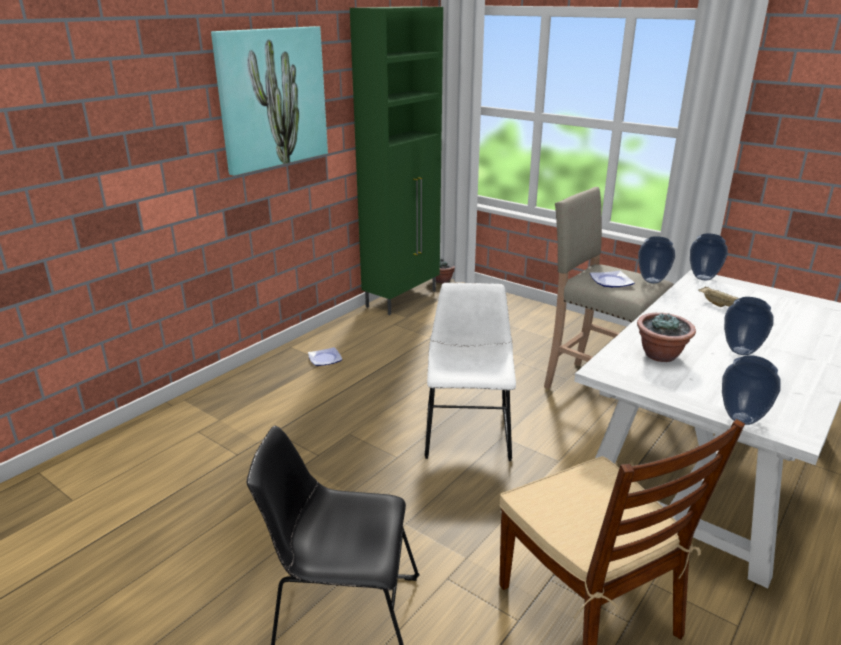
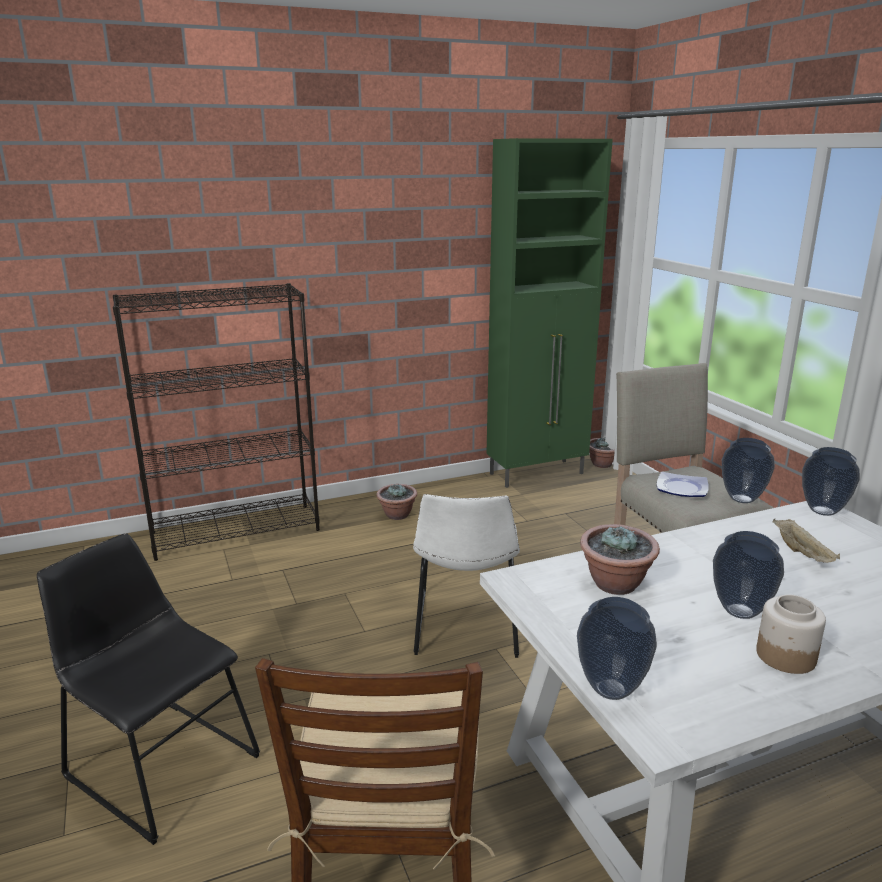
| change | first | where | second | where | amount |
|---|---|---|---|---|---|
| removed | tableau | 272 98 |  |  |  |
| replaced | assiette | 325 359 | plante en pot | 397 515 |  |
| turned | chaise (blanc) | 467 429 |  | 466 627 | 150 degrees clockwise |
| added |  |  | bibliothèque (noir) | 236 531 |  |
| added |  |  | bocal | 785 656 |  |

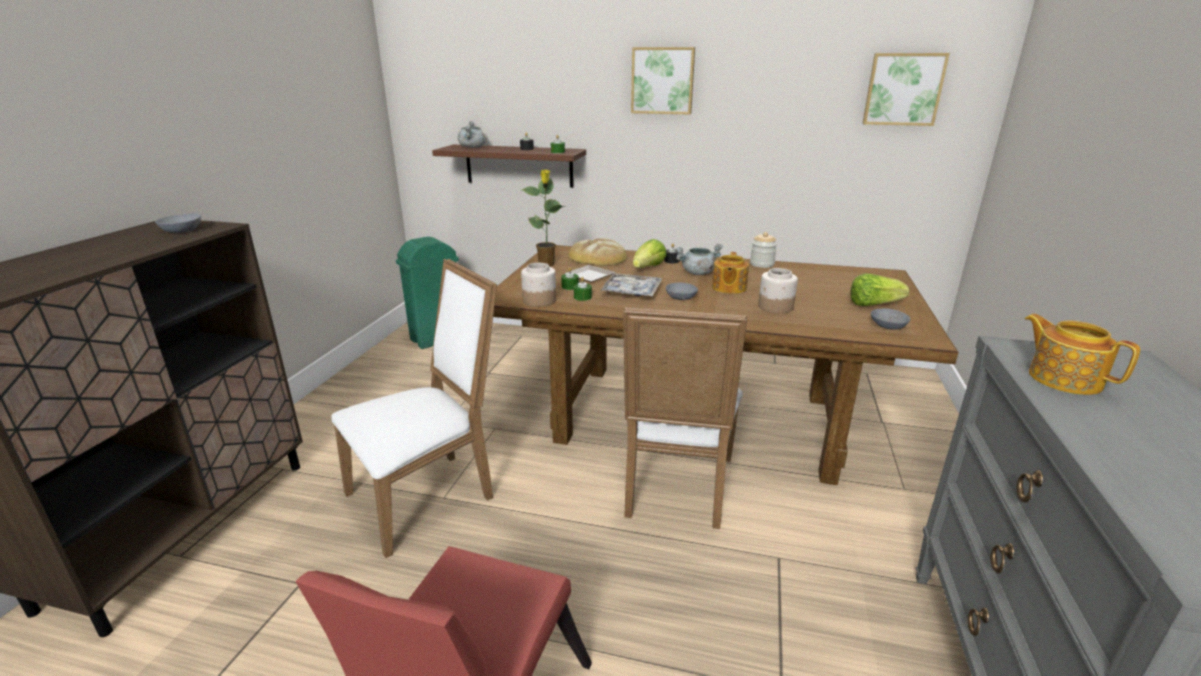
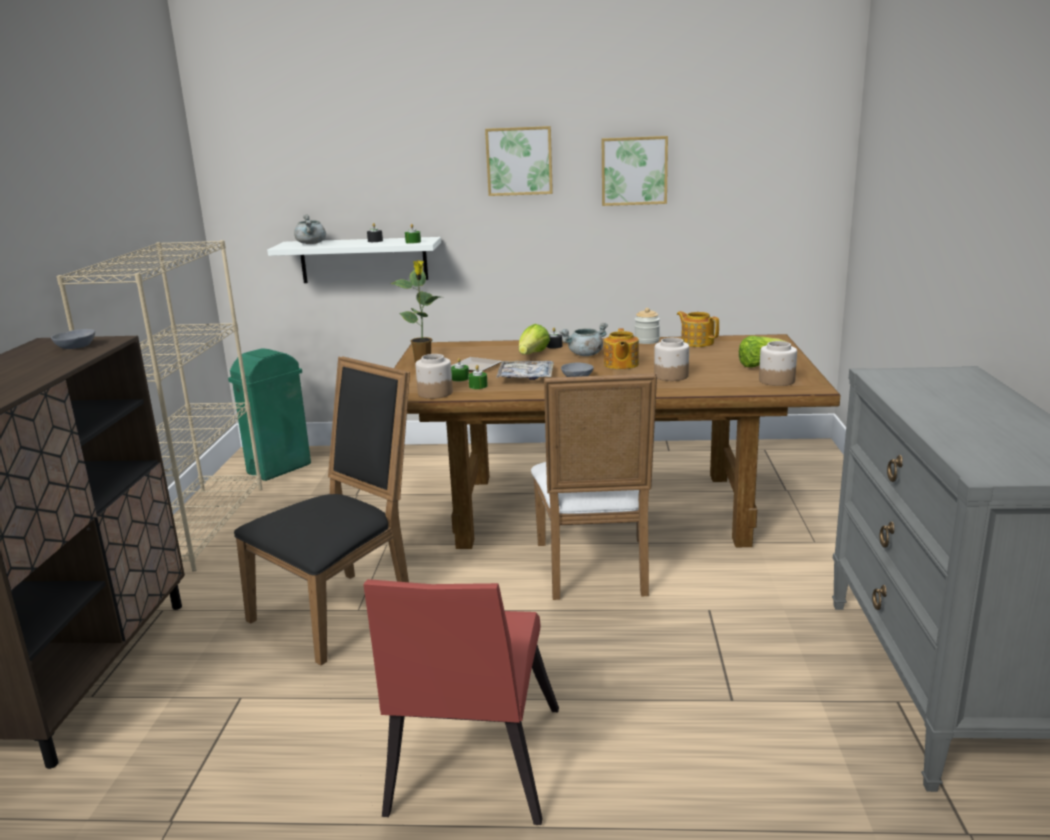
| change | first | where | second | where | amount |
|---|---|---|---|---|---|
| recoloured | chaise (blanc) | 428 495 | chaise (noir) | 341 609 |  |
| recoloured | étagère (marron) | 519 166 | étagère (blanc) | 363 260 |  |
| removed | pain | 598 257 |  |  |  |
| moved | tableau | 903 89 |  | 634 170 |  |
| replaced | bol (gris) | 887 326 | bocal | 776 381 |  |
| moved | théière | 1063 378 |  | 697 342 |  |
| added |  |  | bibliothèque (beige) | 198 526 |  |

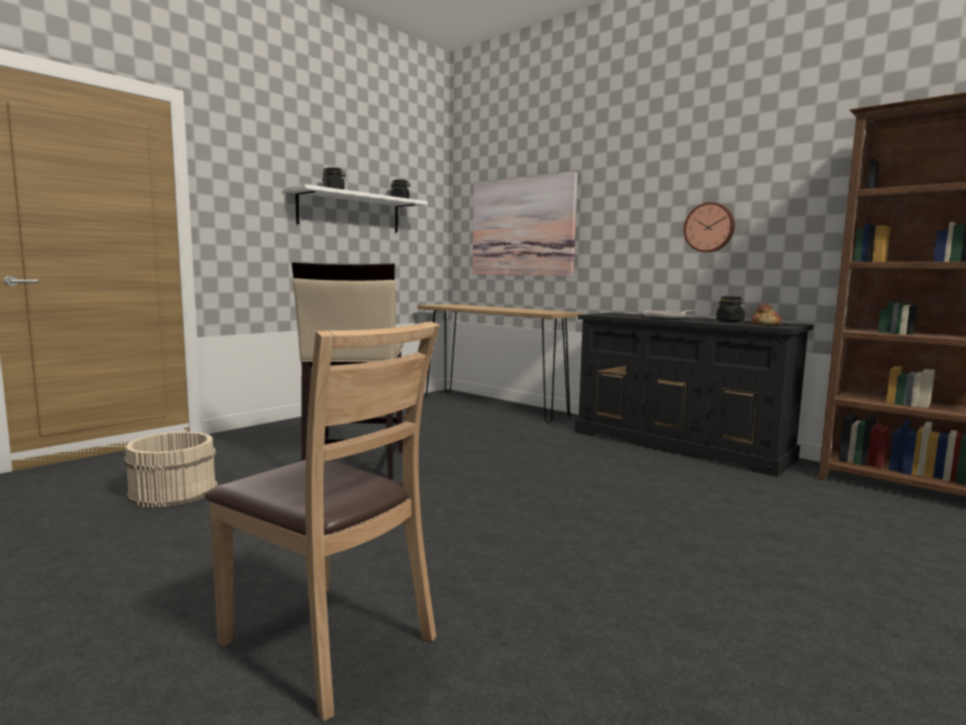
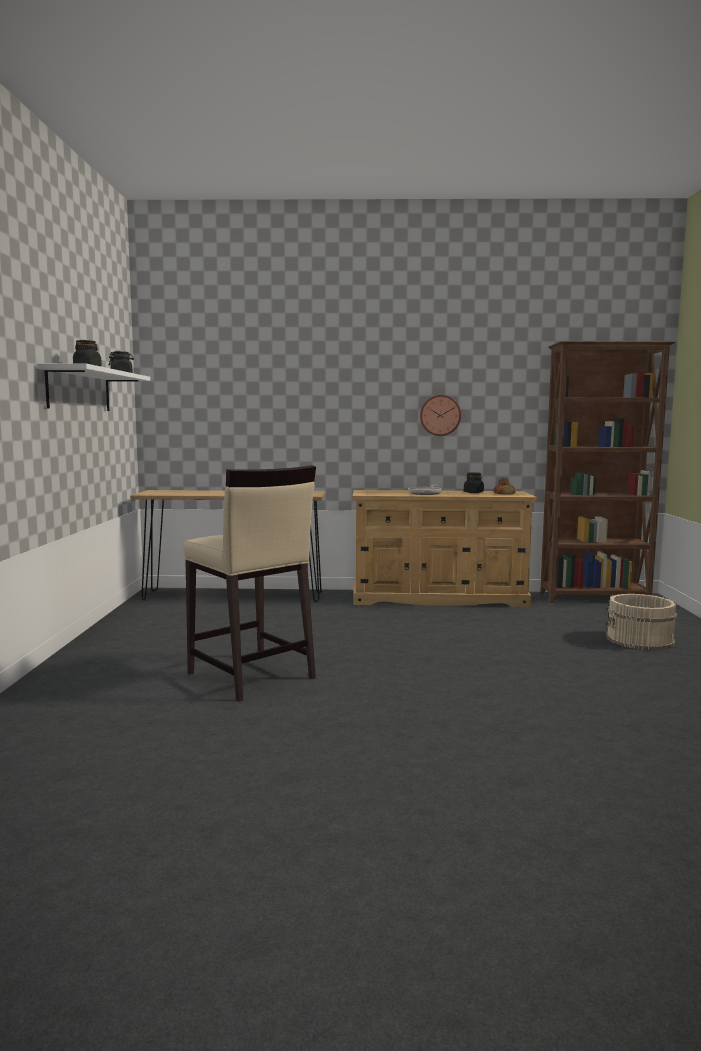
| change | first | where | second | where | amount |
|---|---|---|---|---|---|
| moved | seau (beige) | 172 491 |  | 639 640 |  |
| removed | chaise (marron) | 328 643 |  |  |  |
| removed | tableau | 522 227 |  |  |  |
| recoloured | commode (noir) | 680 445 | commode (beige) | 439 598 |  |

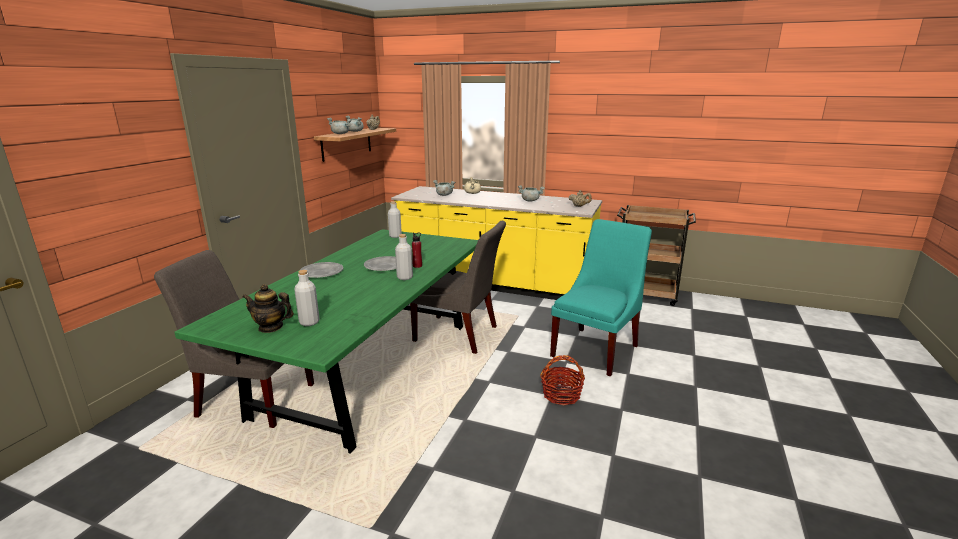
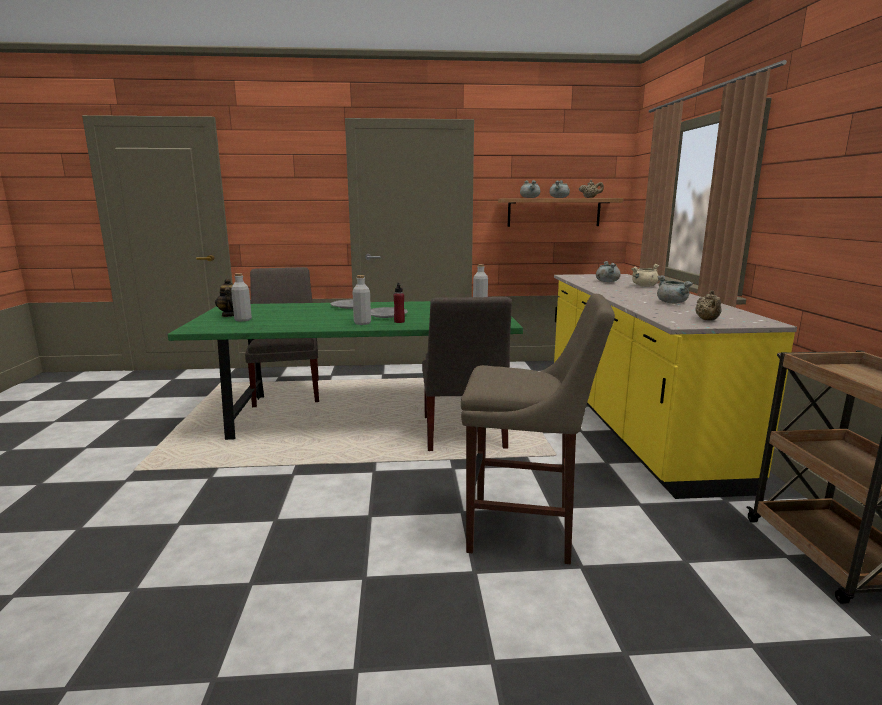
| change | first | where | second | where | amount |
|---|---|---|---|---|---|
| removed | panier | 561 395 |  |  |  |
| replaced | chaise (turquoise) | 597 349 | tabouret (beige) | 526 531 |  |

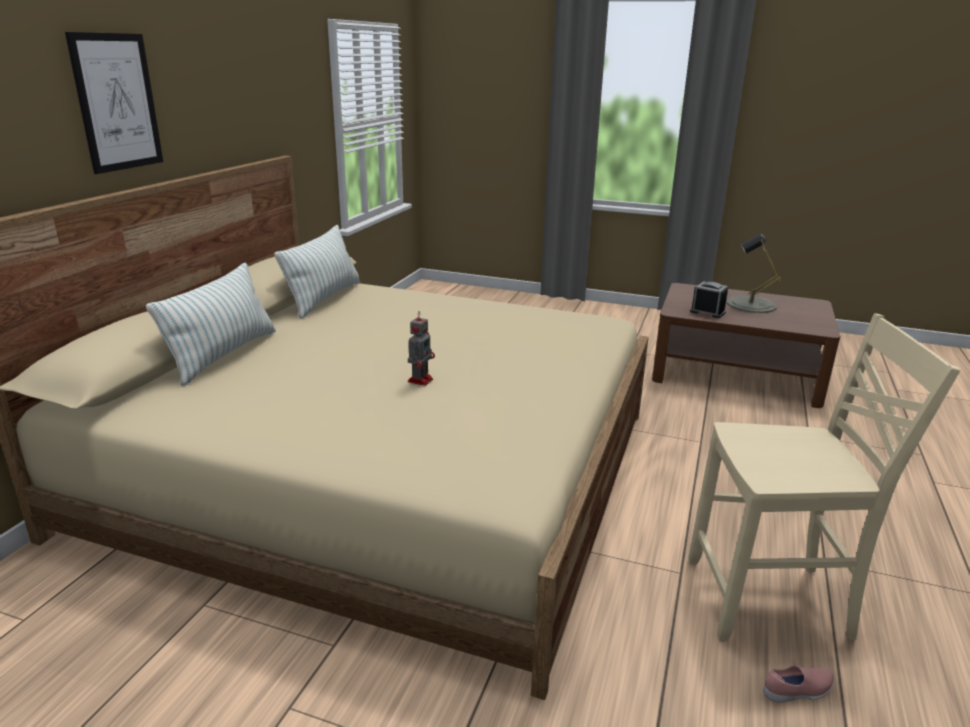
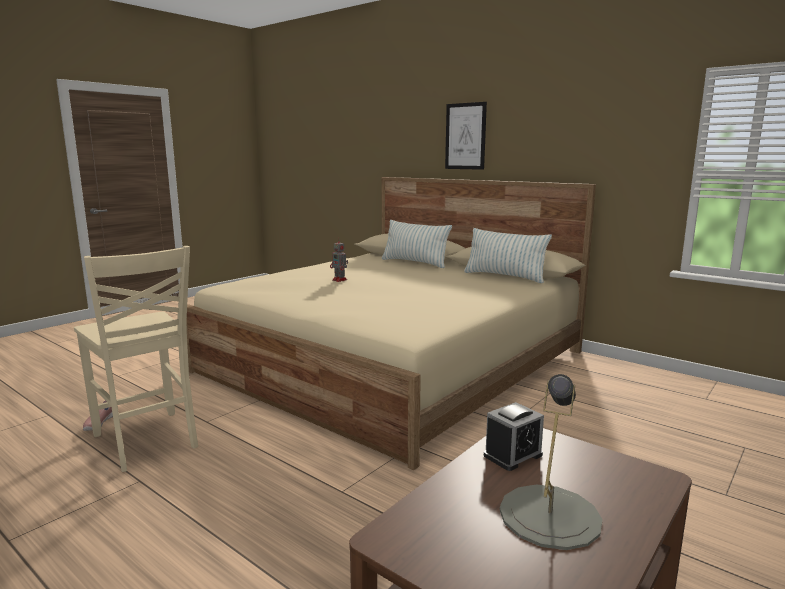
| change | first | where | second | where | amount |
|---|---|---|---|---|---|
| turned | chaise (beige) | 771 601 |  | 147 442 | 60 degrees counterclockwise |

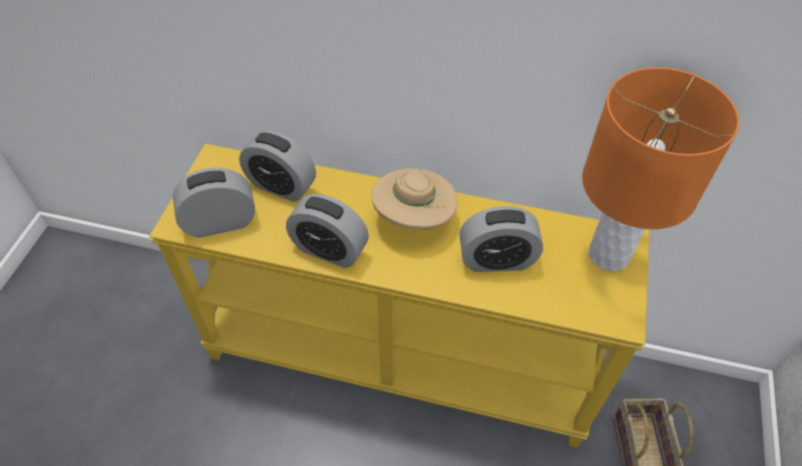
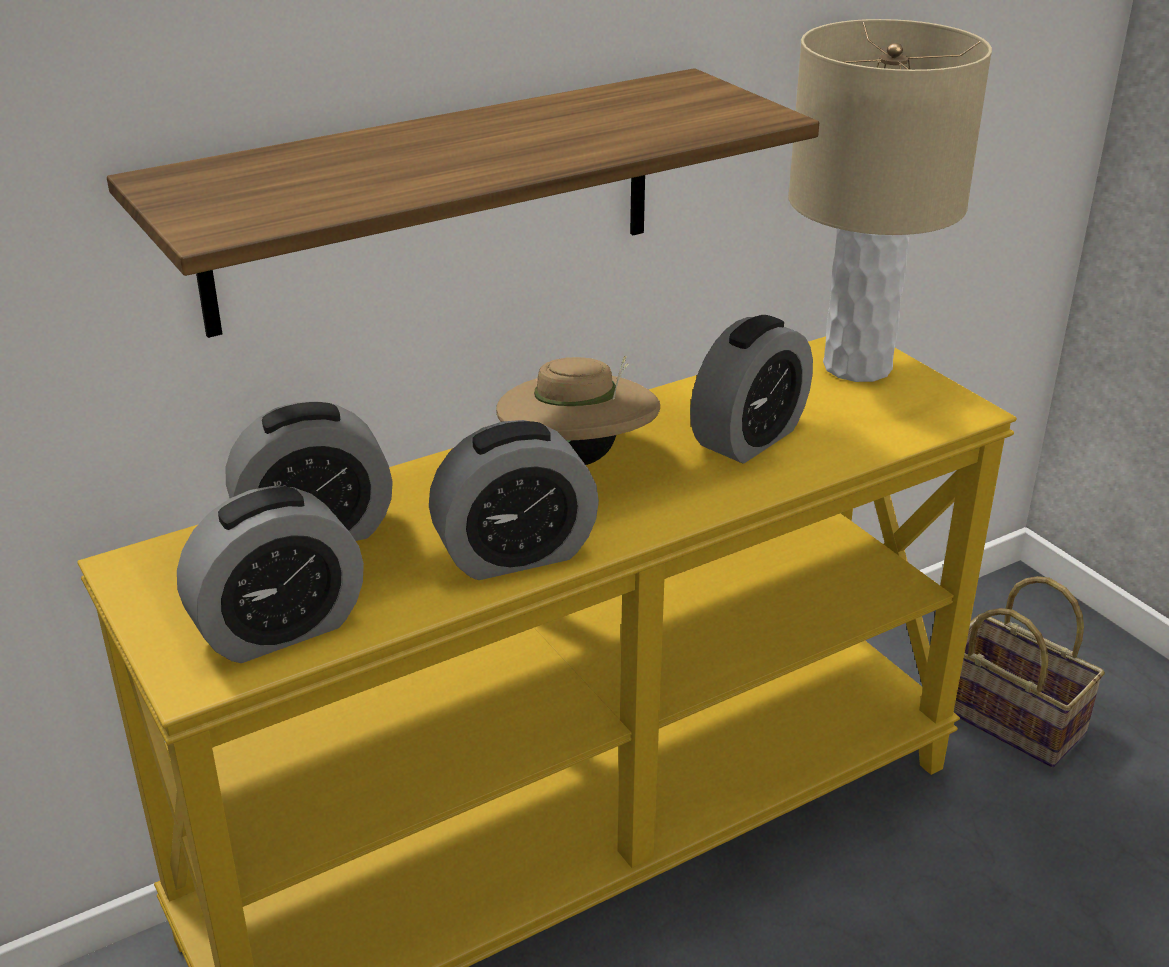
| change | first | where | second | where | amount |
|---|---|---|---|---|---|
| turned | réveil | 220 223 |  | 279 629 | 150 degrees counterclockwise |
| recoloured | lampe de table (orange) | 609 255 | lampe de table (beige) | 858 367 |  |
| added |  |  | étagère | 435 200 |  |

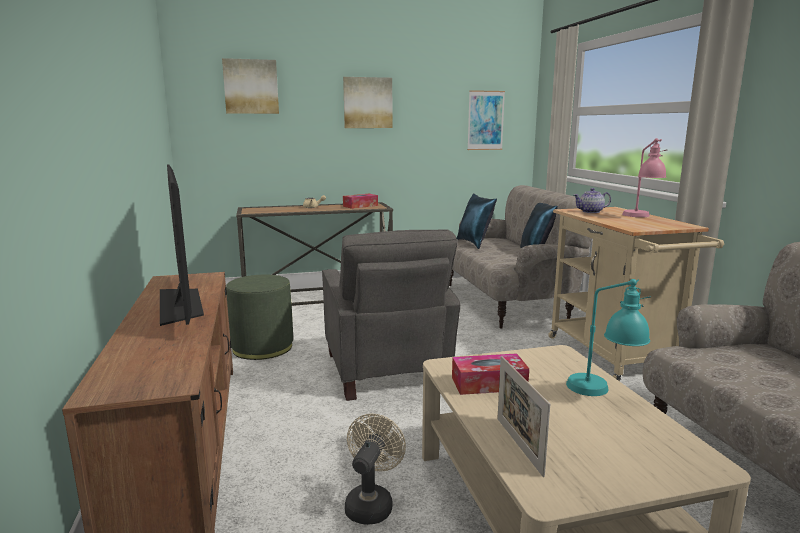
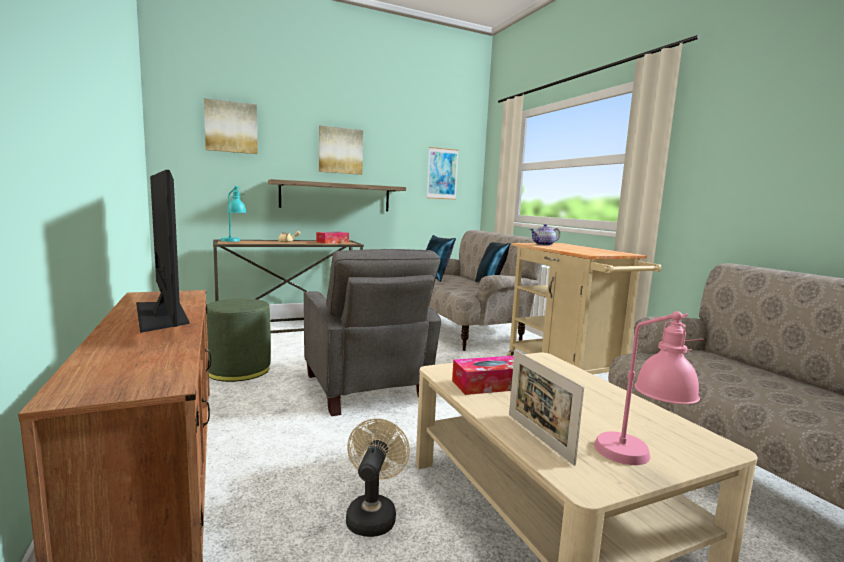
| change | first | where | second | where | amount |
|---|---|---|---|---|---|
| moved | lampe de table (turquoise) | 603 393 |  | 234 241 |  |
| moved | lampe de table (rose) | 641 217 |  | 638 463 |  |
| added |  |  | étagère | 336 196 |  |

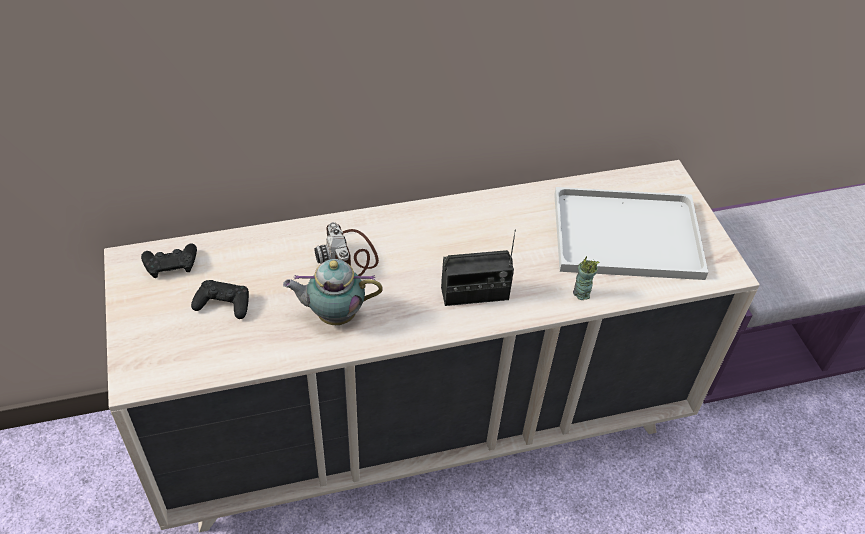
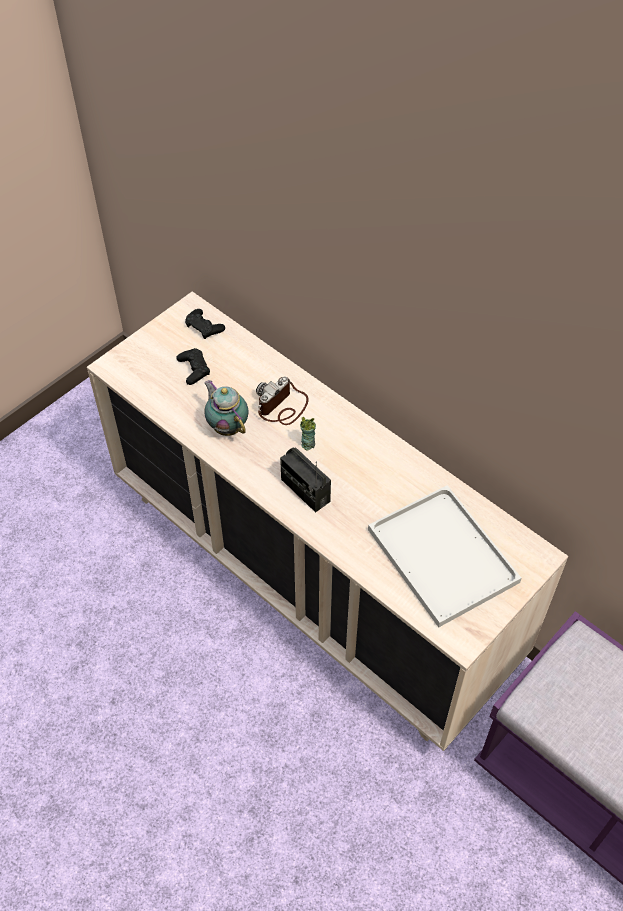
| change | first | where | second | where | amount |
|---|---|---|---|---|---|
| moved | tasse | 581 293 |  | 308 444 |  |

